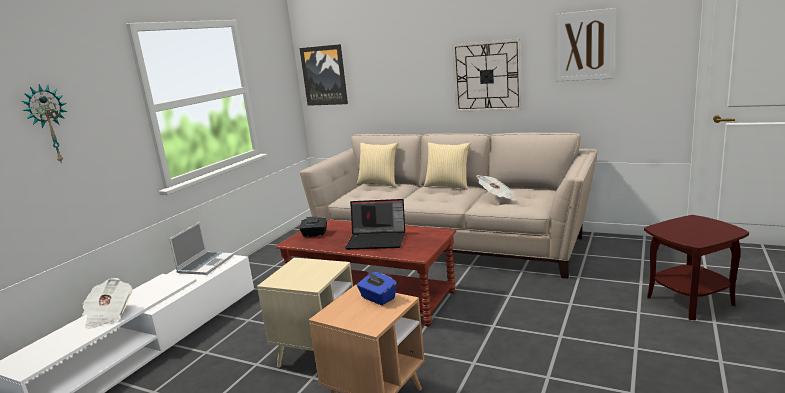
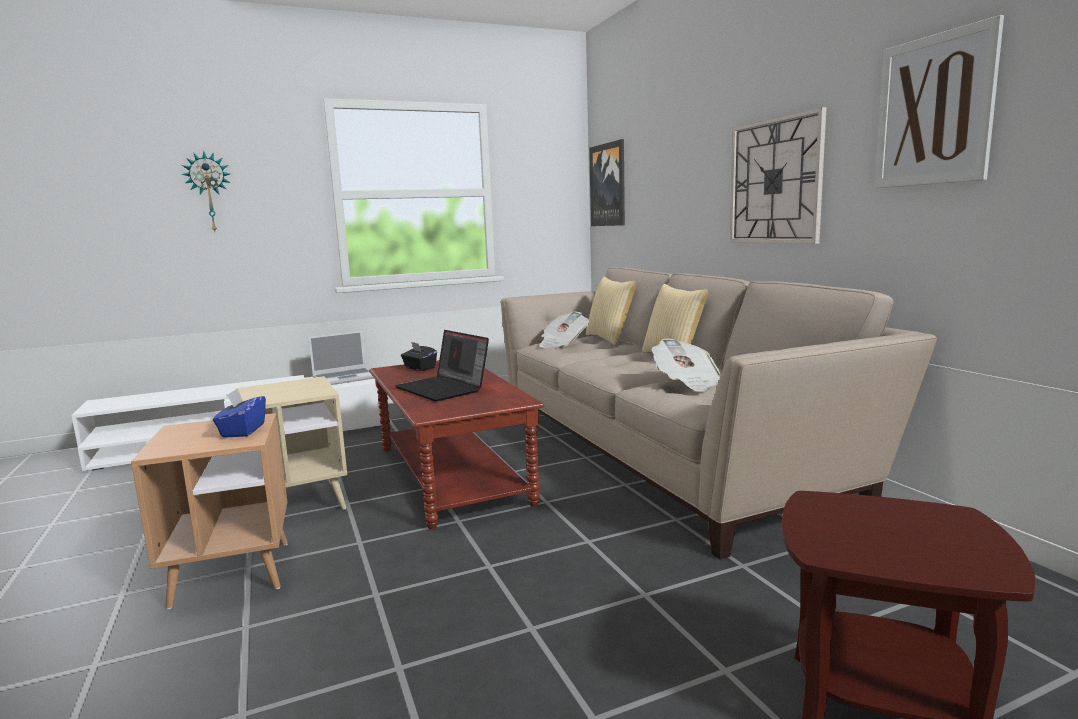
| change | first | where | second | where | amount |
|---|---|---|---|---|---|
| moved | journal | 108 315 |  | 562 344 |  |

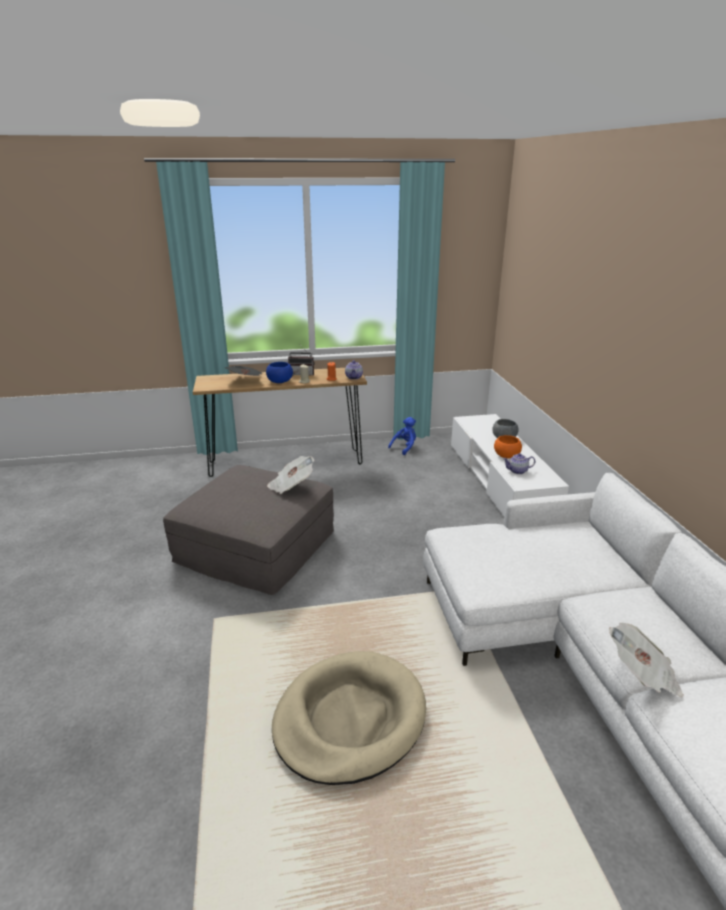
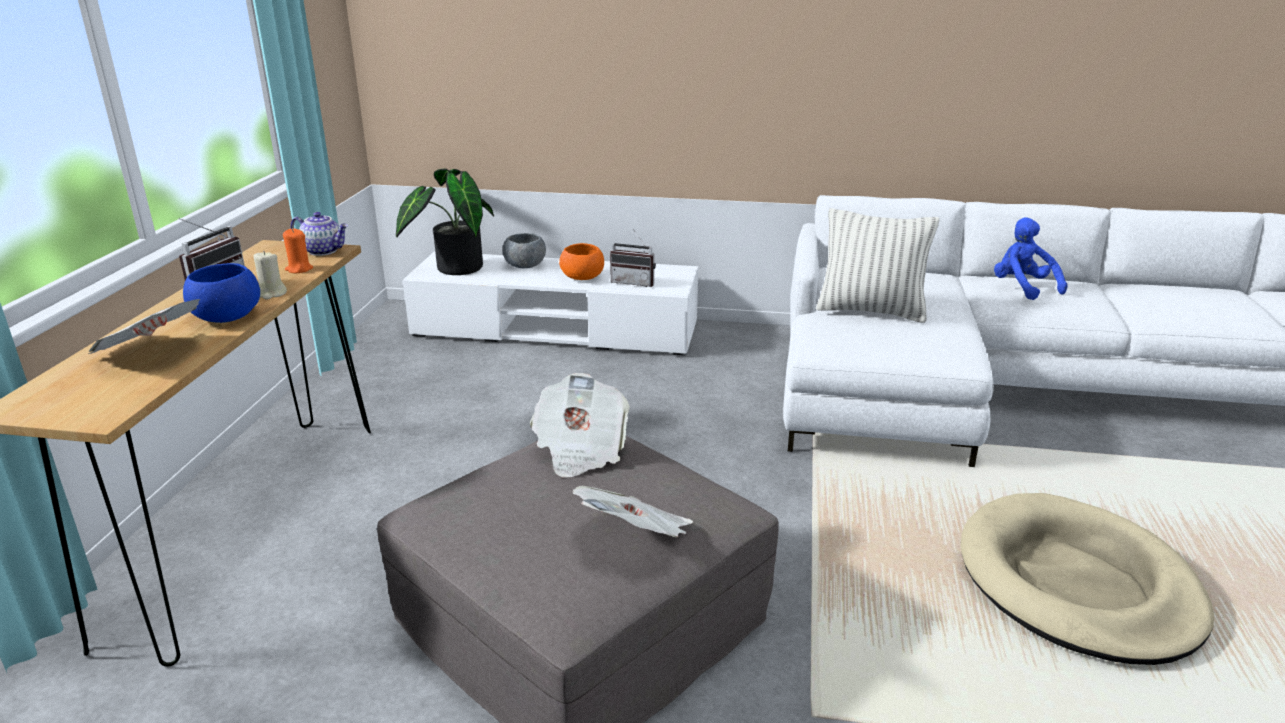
| change | first | where | second | where | amount |
|---|---|---|---|---|---|
| moved | peluche (bleu) | 404 447 |  | 1022 288 |  |
| replaced | théière | 517 471 | radio | 634 282 |  |
| moved | journal | 642 674 |  | 636 537 |  |
| added |  |  | plante en pot | 454 268 |  |
| added |  |  | coussin | 871 311 |  |

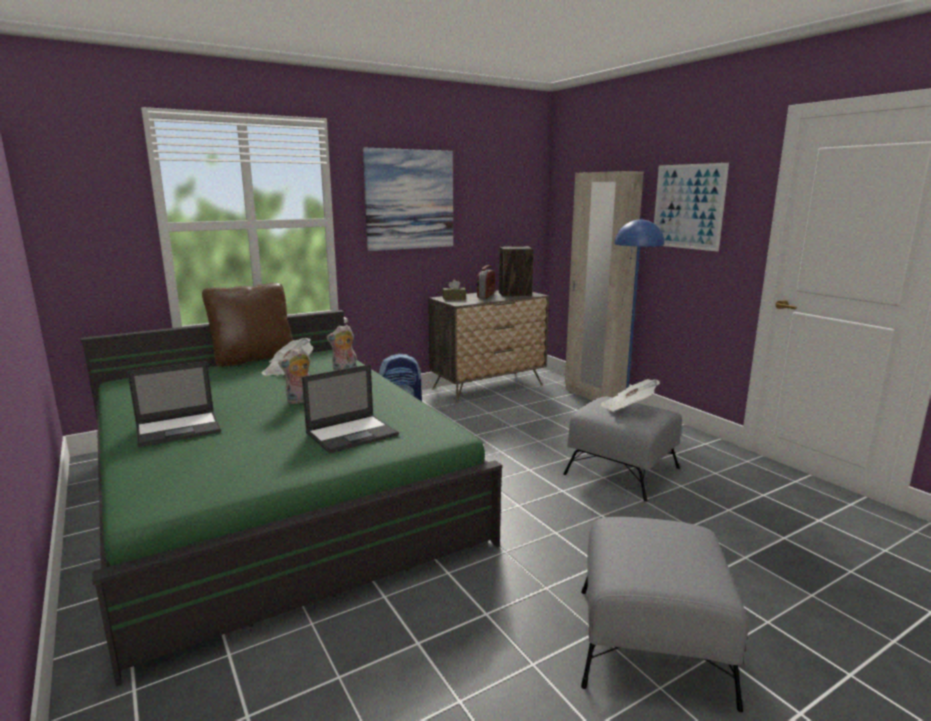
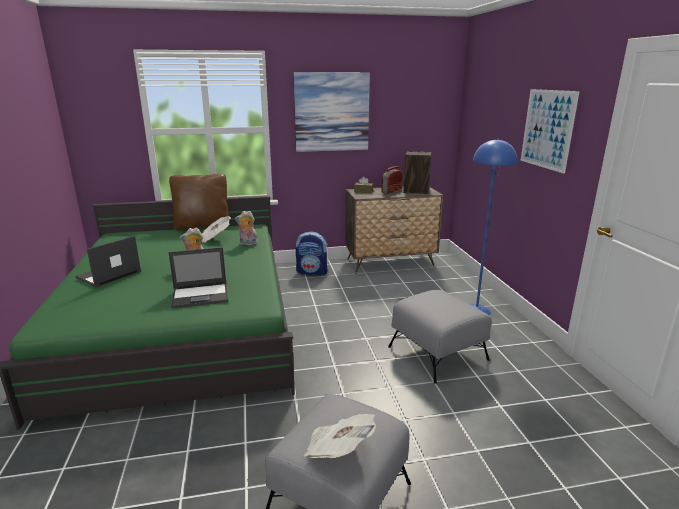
| change | first | where | second | where | amount |
|---|---|---|---|---|---|
| turned | ordinateur portable | 179 429 |  | 108 275 | 135 degrees clockwise |
| removed | armoire (beige) | 593 396 |  |  |  |
| moved | journal | 627 409 |  | 338 450 |  |

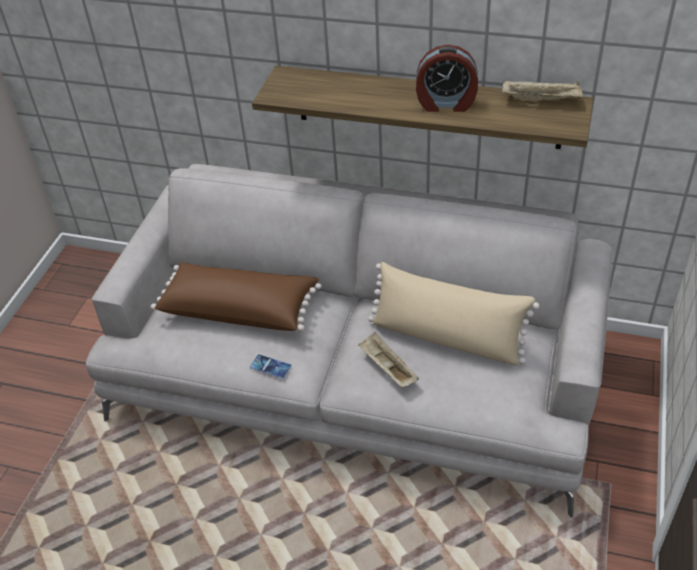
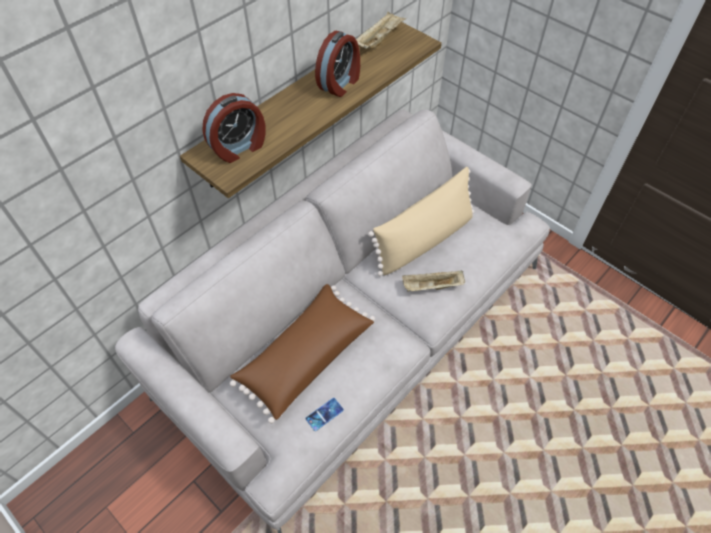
| change | first | where | second | where | amount |
|---|---|---|---|---|---|
| moved | téléphone | 270 366 |  | 324 414 |  |
| added |  |  | réveil | 239 148 |  |

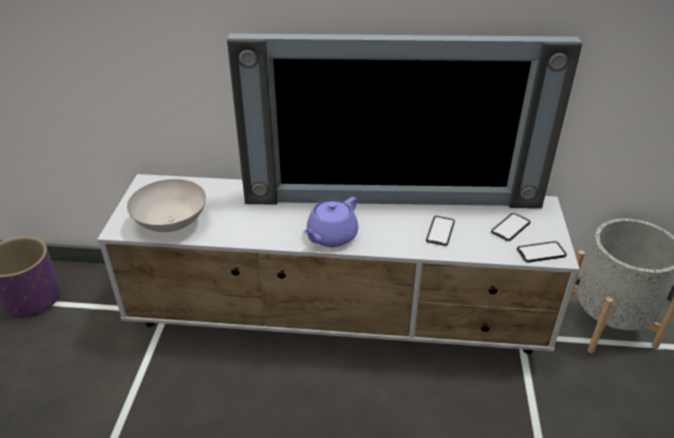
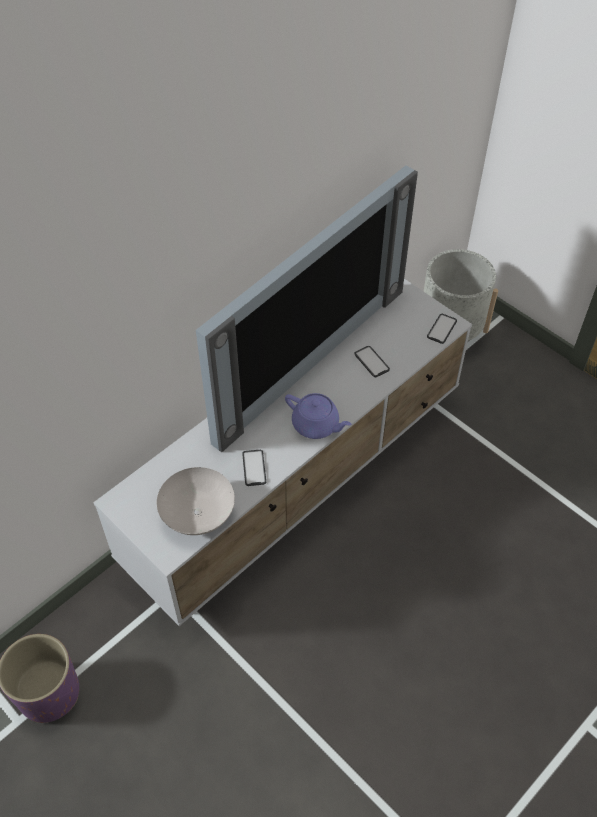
| change | first | where | second | where | amount |
|---|---|---|---|---|---|
| turned | théière (violet) | 331 236 |  | 316 425 | 45 degrees counterclockwise |
| moved | téléphone | 510 227 |  | 254 468 |  |

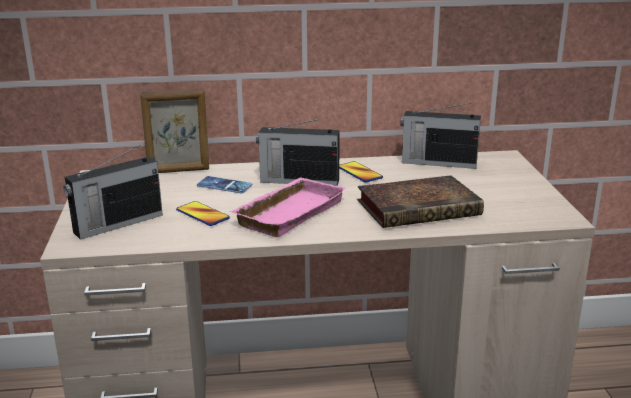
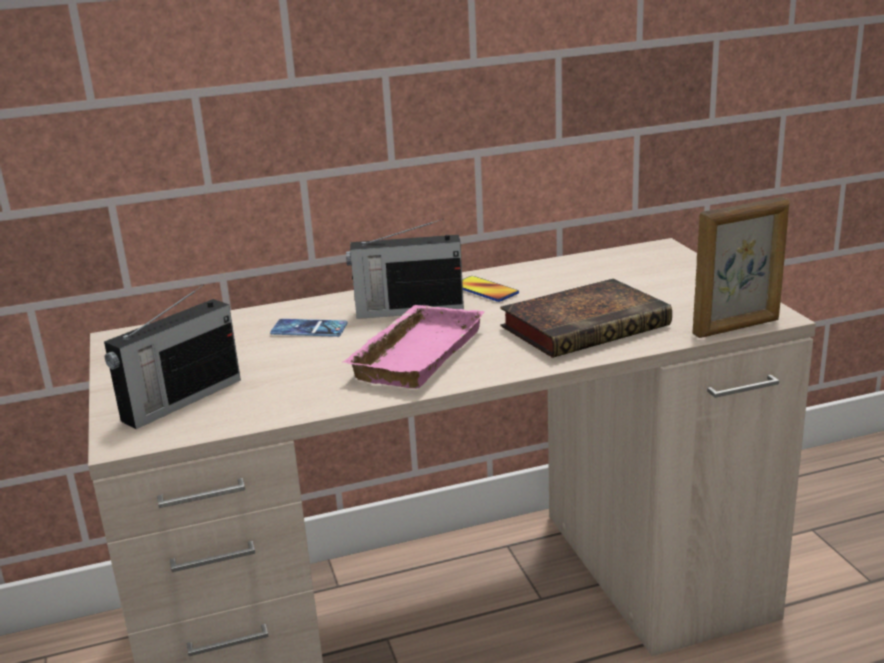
| change | first | where | second | where | amount |
|---|---|---|---|---|---|
| moved | cadre photo | 179 170 |  | 737 327 |  |
| removed | téléphone | 202 214 |  |  |  |
| removed | radio | 437 162 |  |  |  |

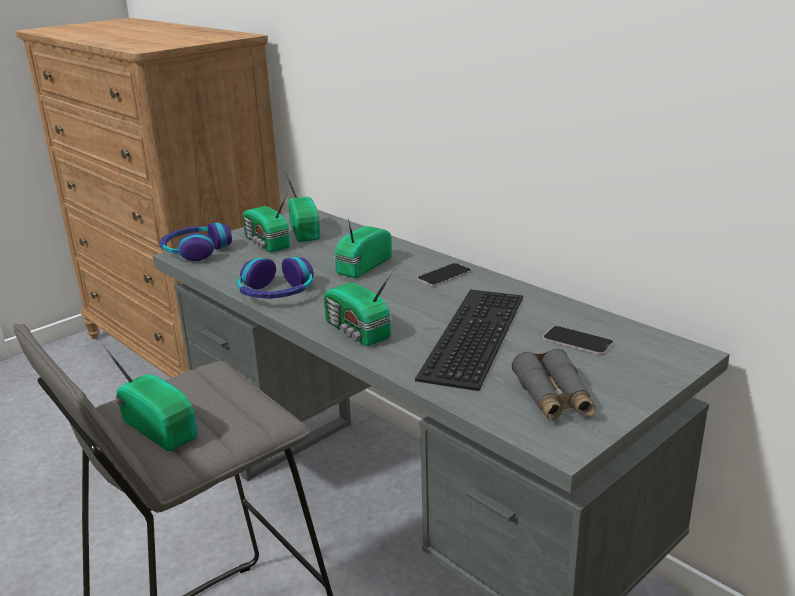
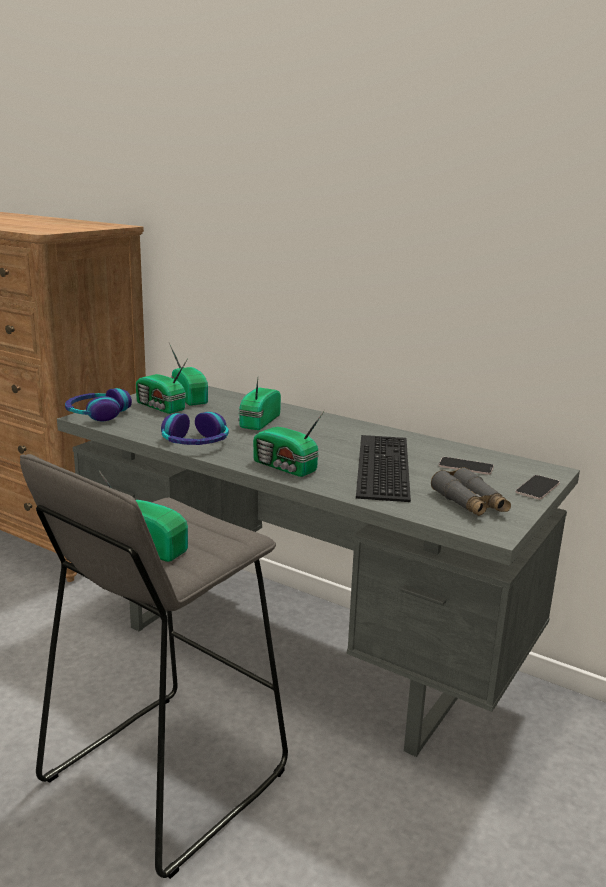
| change | first | where | second | where | amount |
|---|---|---|---|---|---|
| moved | téléphone | 444 275 |  | 537 488 |  |

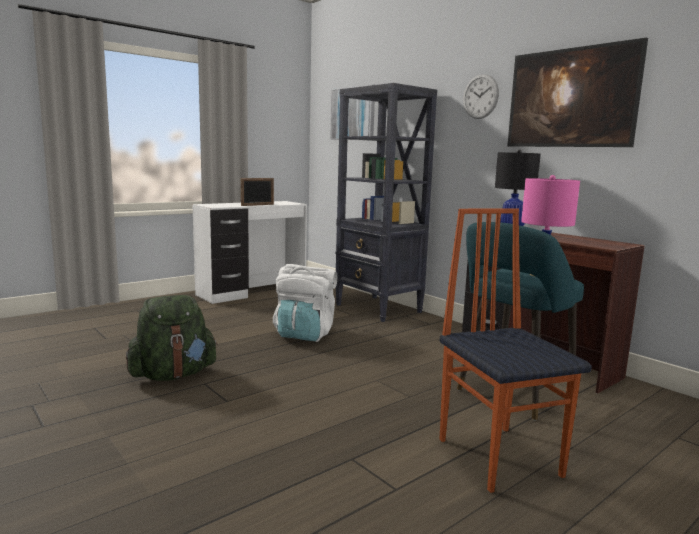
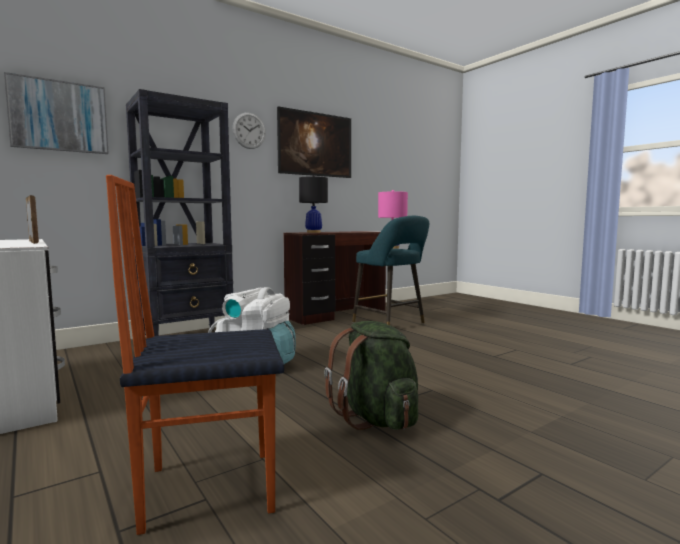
| change | first | where | second | where | amount |
|---|---|---|---|---|---|
| moved | chaise | 499 456 |  | 208 488 |  |

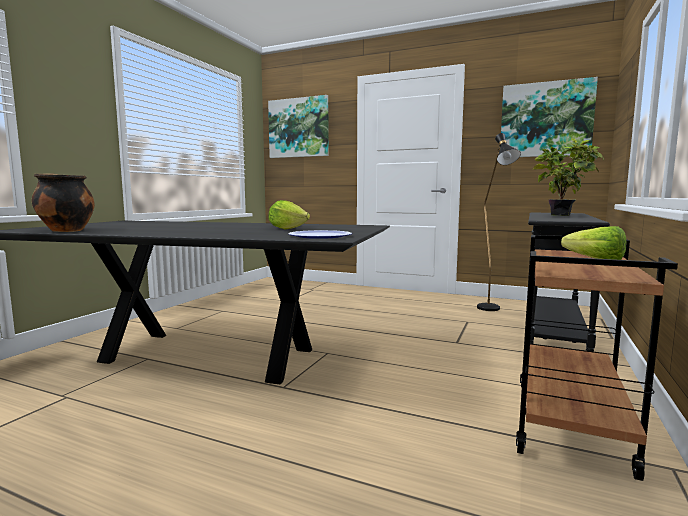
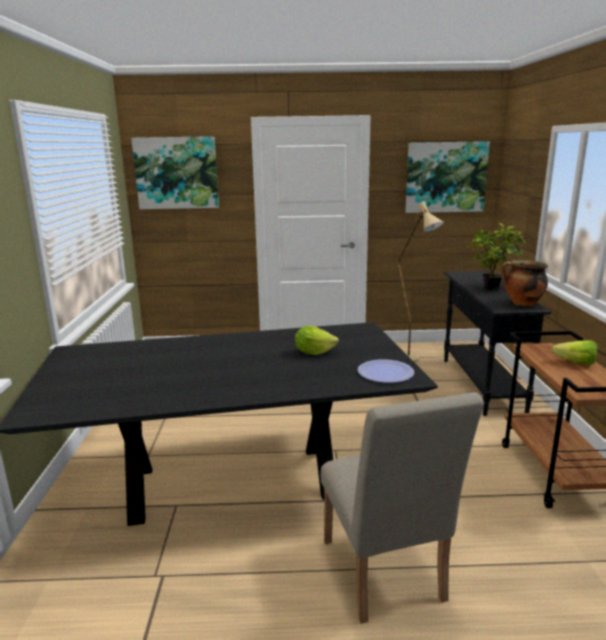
| change | first | where | second | where | amount |
|---|---|---|---|---|---|
| moved | marmite | 65 231 |  | 522 304 |  |
| recoloured | lampadaire (noir) | 492 310 | lampadaire (beige) | 414 361 |  |
| added |  |  | chaise (beige) | 385 577 |  |

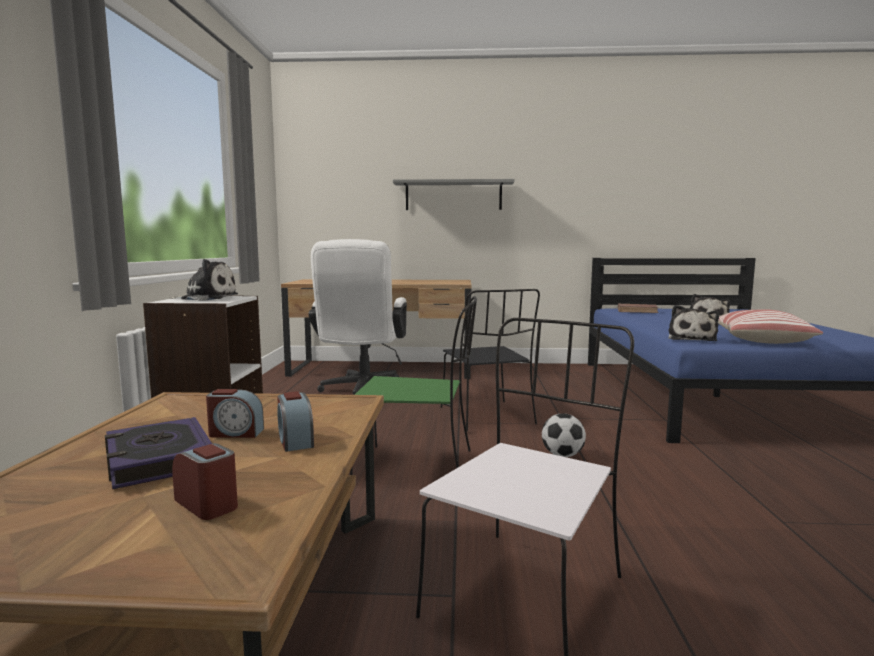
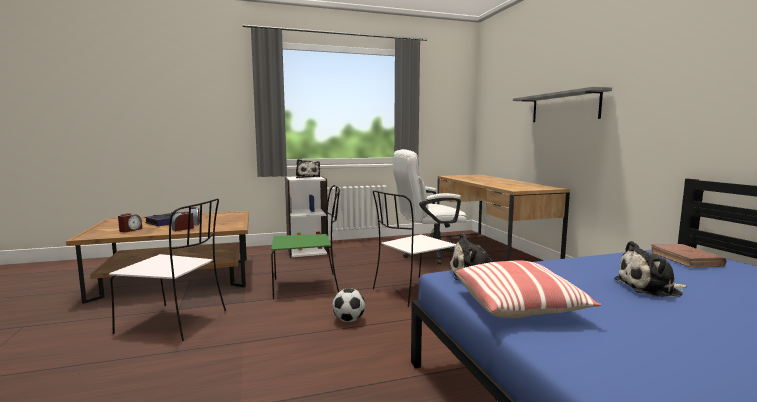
| change | first | where | second | where | amount |
|---|---|---|---|---|---|
| turned | chaise (vert) | 418 467 |  | 307 286 | 90 degrees counterclockwise |
| recoloured | chaise (noir) | 487 417 | chaise (blanc) | 412 291 |  |

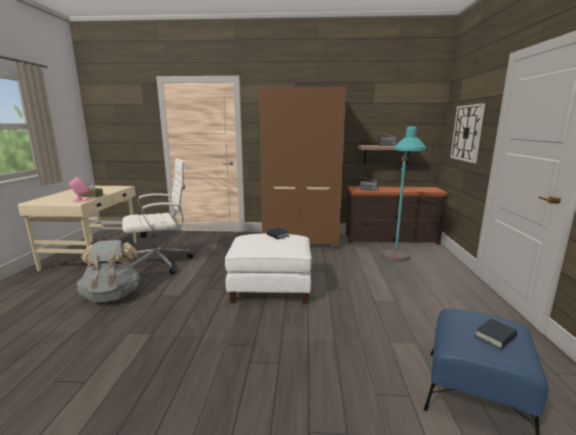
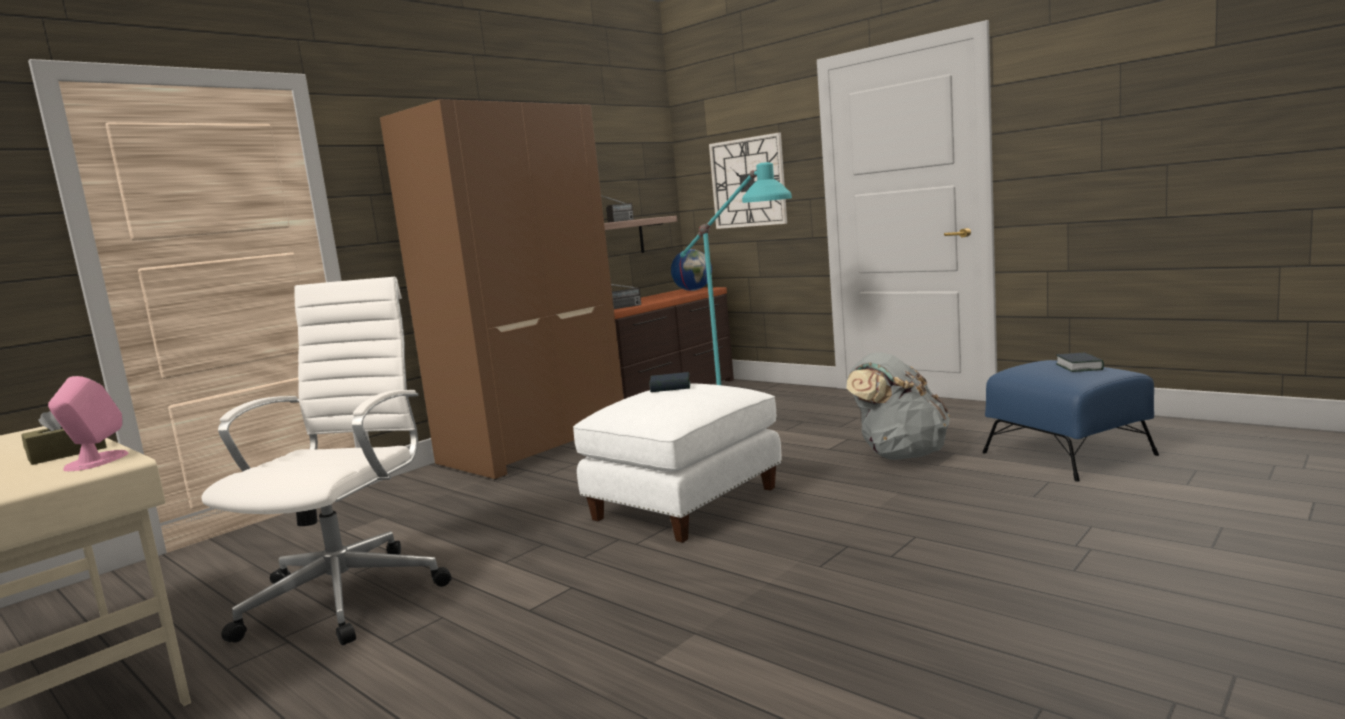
| change | first | where | second | where | amount |
|---|---|---|---|---|---|
| moved | sac à dos (gris) | 112 296 |  | 899 454 |  |
| added |  |  | globe | 693 290 |  |

